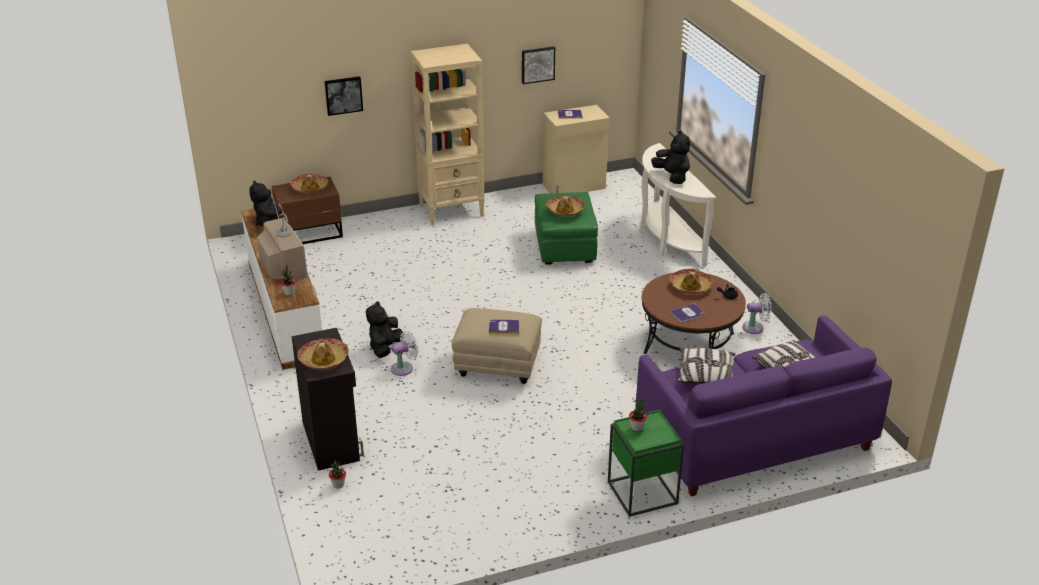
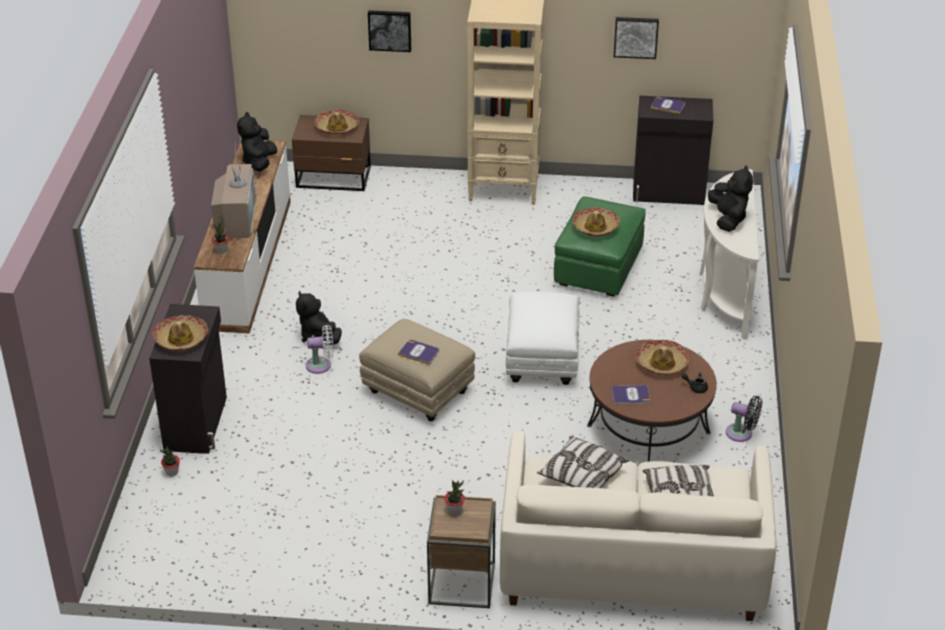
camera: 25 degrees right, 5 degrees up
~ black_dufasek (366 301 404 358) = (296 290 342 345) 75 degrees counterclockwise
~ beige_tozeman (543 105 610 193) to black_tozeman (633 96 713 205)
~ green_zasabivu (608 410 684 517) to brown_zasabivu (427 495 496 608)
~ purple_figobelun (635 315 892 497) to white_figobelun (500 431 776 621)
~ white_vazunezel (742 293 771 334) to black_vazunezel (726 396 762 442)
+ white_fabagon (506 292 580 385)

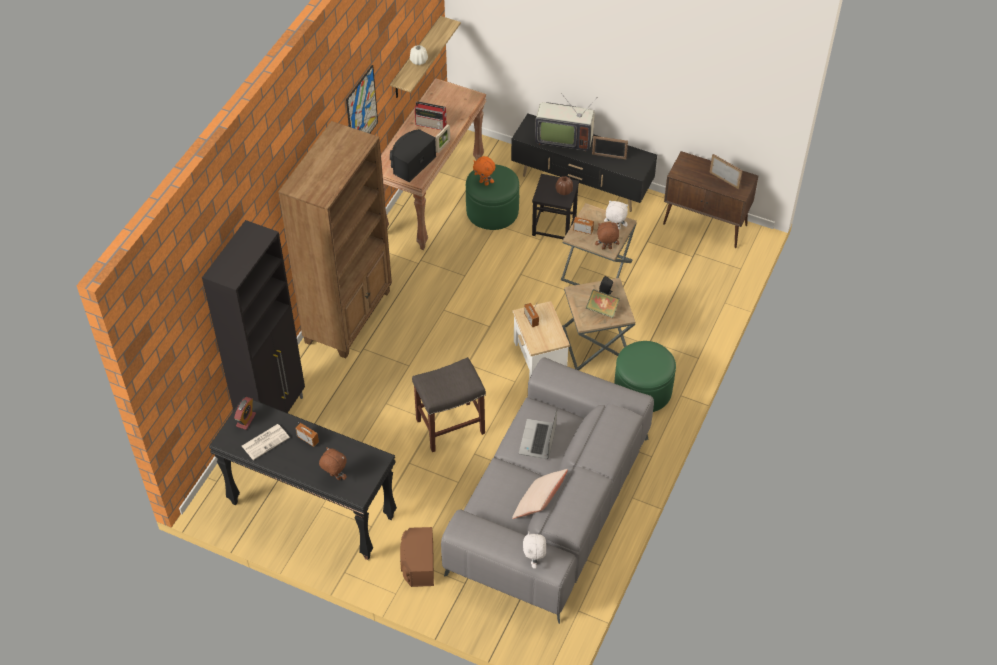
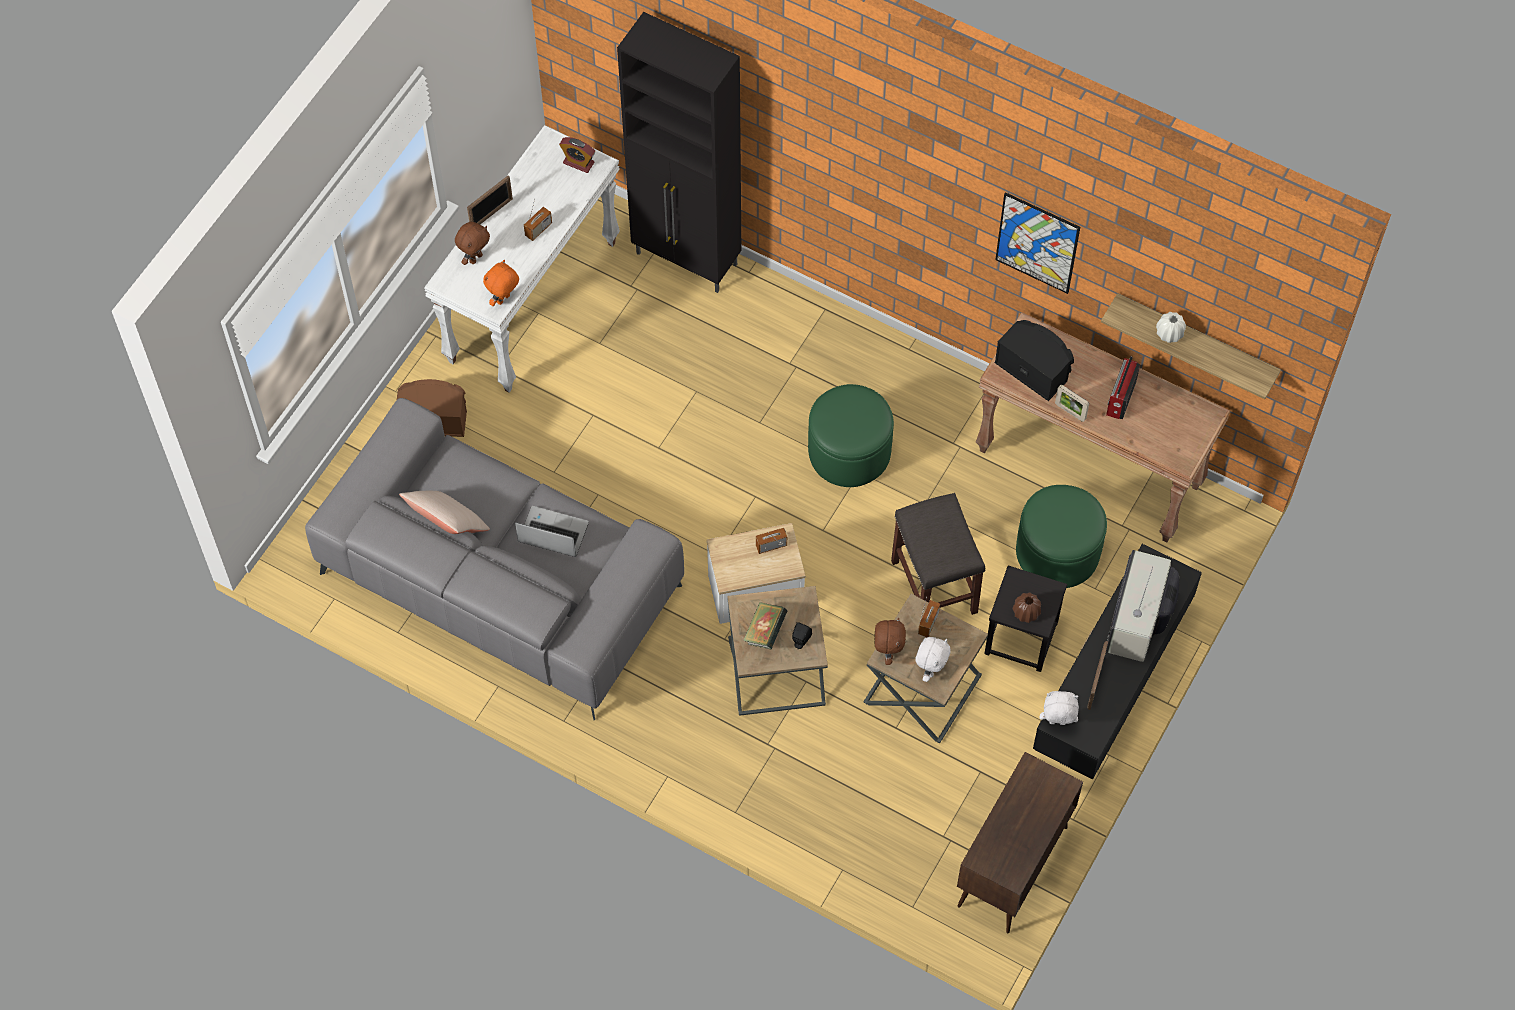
camera: 95 degrees right, 10 degrees up
~ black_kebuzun (209 396 397 560) to white_kebuzun (424 125 620 393)
- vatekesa (242 424 290 460)
- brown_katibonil (278 121 392 358)
~ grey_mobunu (412 357 486 452) to (891 493 985 615)
~ orange_dufasek (473 156 495 186) to (483 260 519 306)
~ white_dufasek (523 532 546 569) to (1040 691 1079 725)
~ green_fabagon (614 341 676 412) to (808 384 894 487)
~ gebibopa (709 154 743 189) to (467 176 513 224)

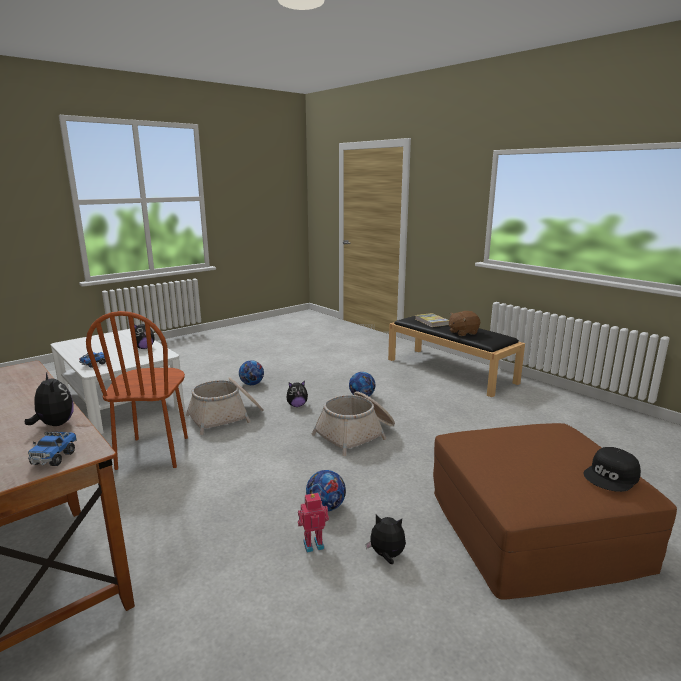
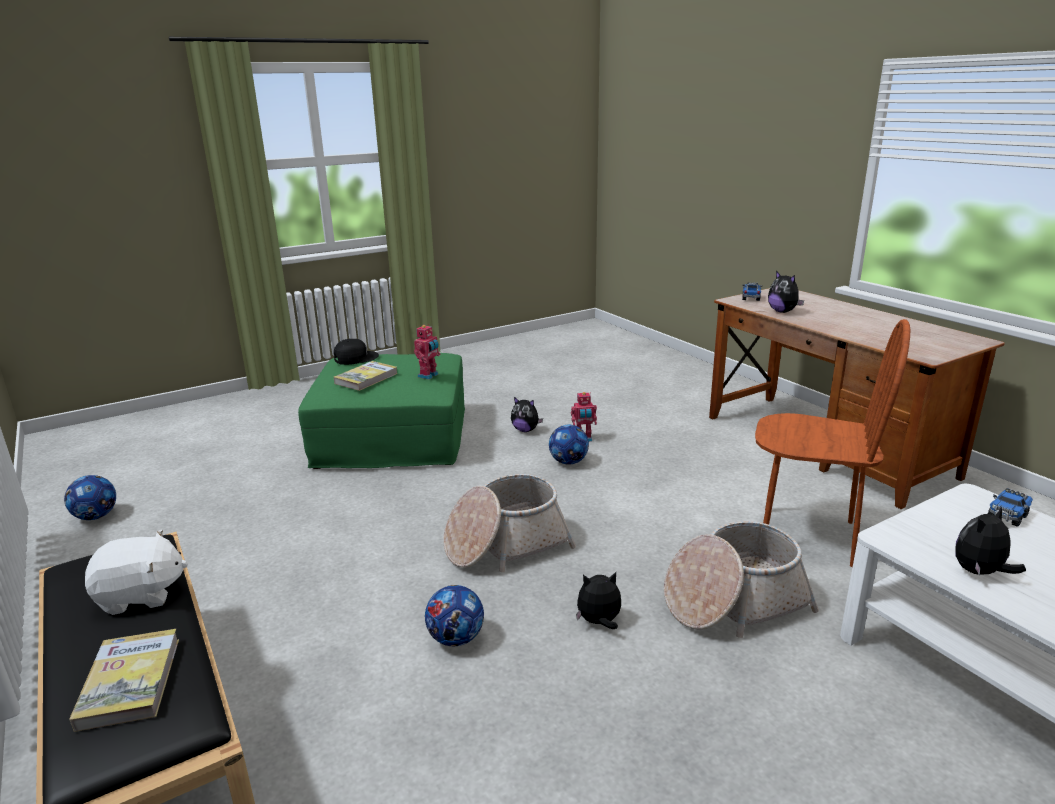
camera: 170 degrees left, 5 degrees up
~ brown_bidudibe (86 311 188 470) = (755 319 910 567) 105 degrees clockwise
~ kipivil (239 360 264 385) to (64 475 116 520)
~ brown_fabagon (433 423 677 600) to green_fabagon (298 353 465 469)
~ brown_dufasek (449 311 480 336) to white_dufasek (85 529 188 615)
+ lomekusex (334 361 398 391)
+ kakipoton (414 324 440 379)

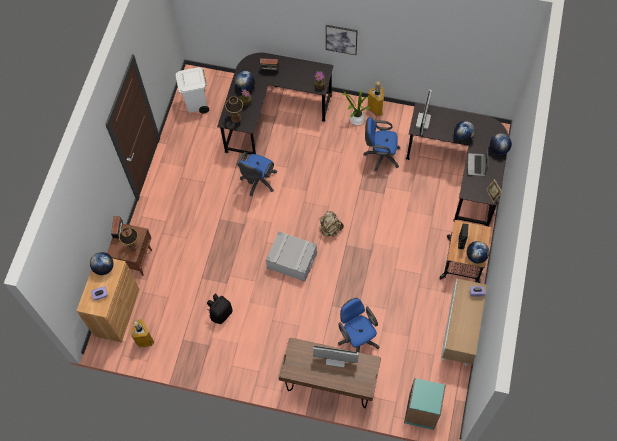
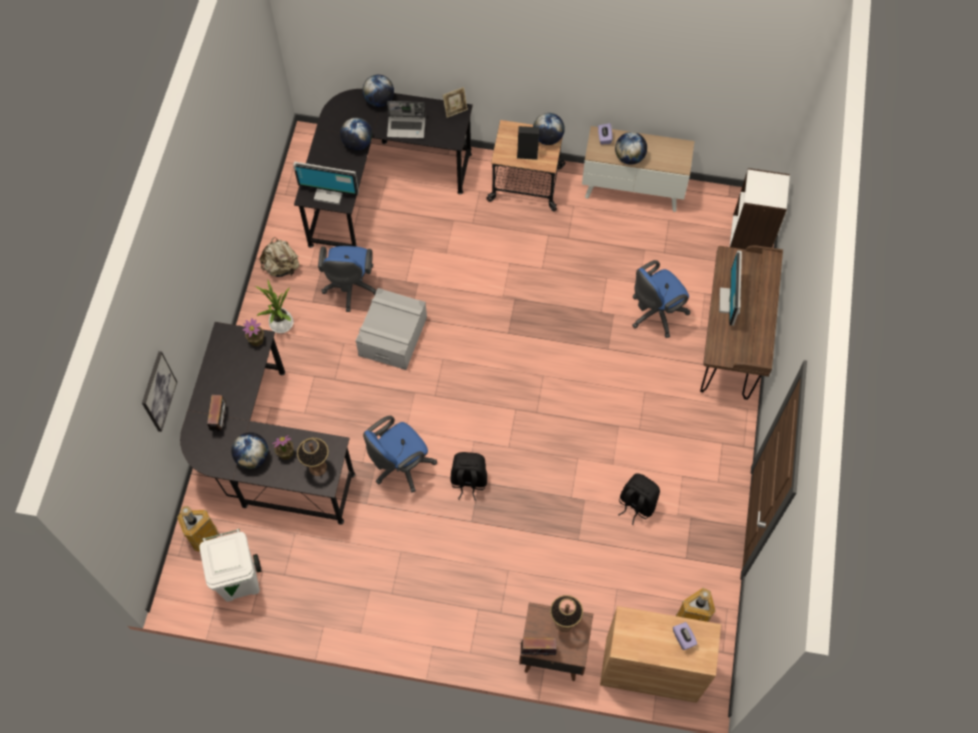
camera: 95 degrees left, 0 degrees up
~ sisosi (90 252 114 275) to (615 132 647 165)
~ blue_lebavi (237 152 277 196) = (363 416 437 493) 120 degrees clockwise
~ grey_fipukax (266 231 317 282) to (356 288 427 370)
~ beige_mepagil (320 211 344 237) to (260 237 300 277)
~ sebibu (326 25 358 55) to (142 351 177 432)
~ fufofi (368 81 384 116) to (177 506 219 552)
~ turquoise_katibonil (404 378 446 430) to white_katibonil (730 168 790 250)
+ black_mepagil (451 452 487 501)

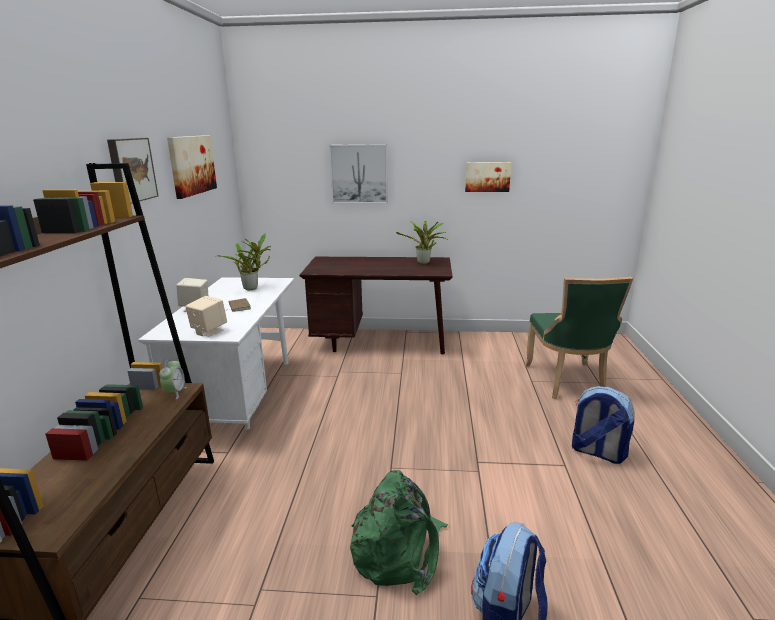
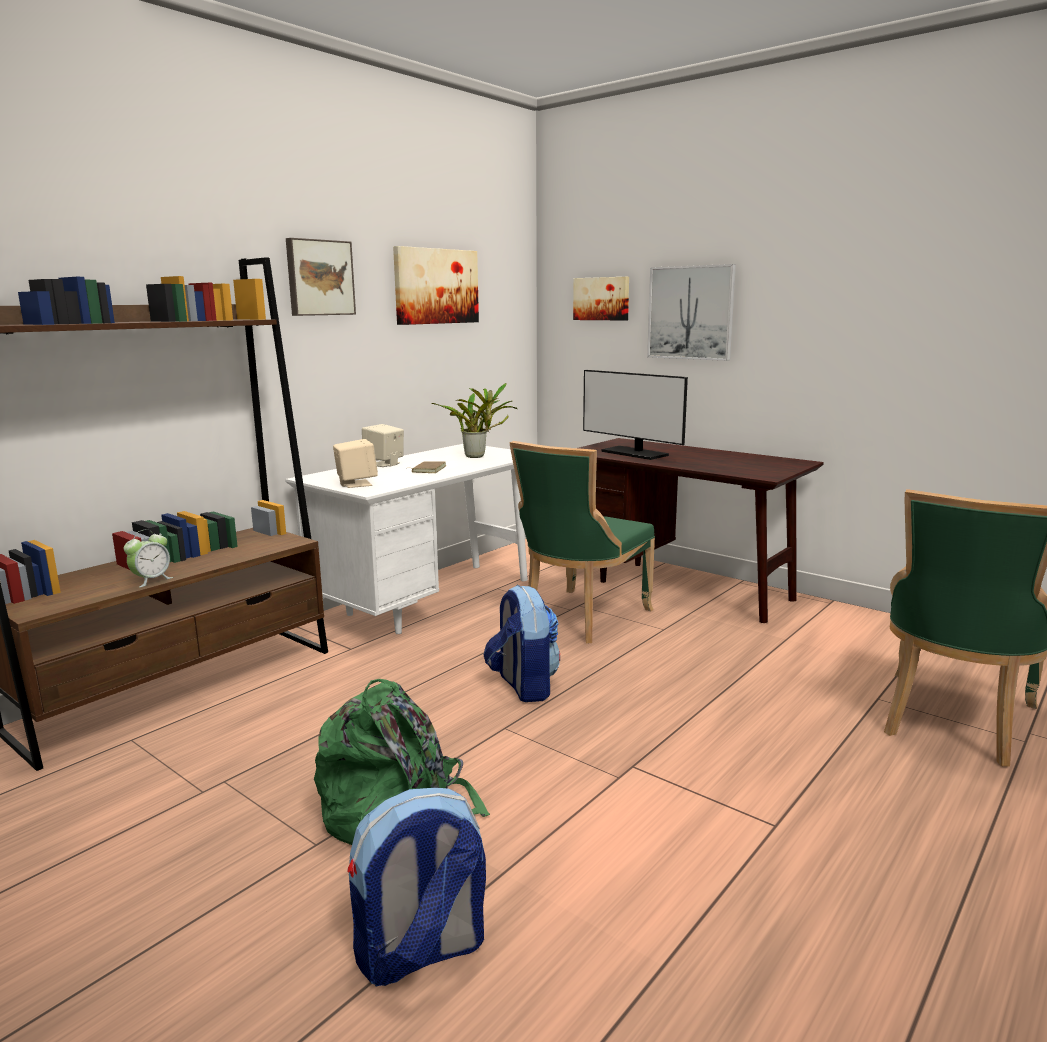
camera: 35 degrees right, 5 degrees down
~ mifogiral (159 359 187 399) to (124 529 173 587)
- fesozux (396 221 446 264)
~ sebibu (465 162 511 192) to (573 277 629 320)
~ mepagil (572 386 635 464) to (484 585 560 702)
+ green_bidudibe (510 441 655 643)
+ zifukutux (583 370 688 460)

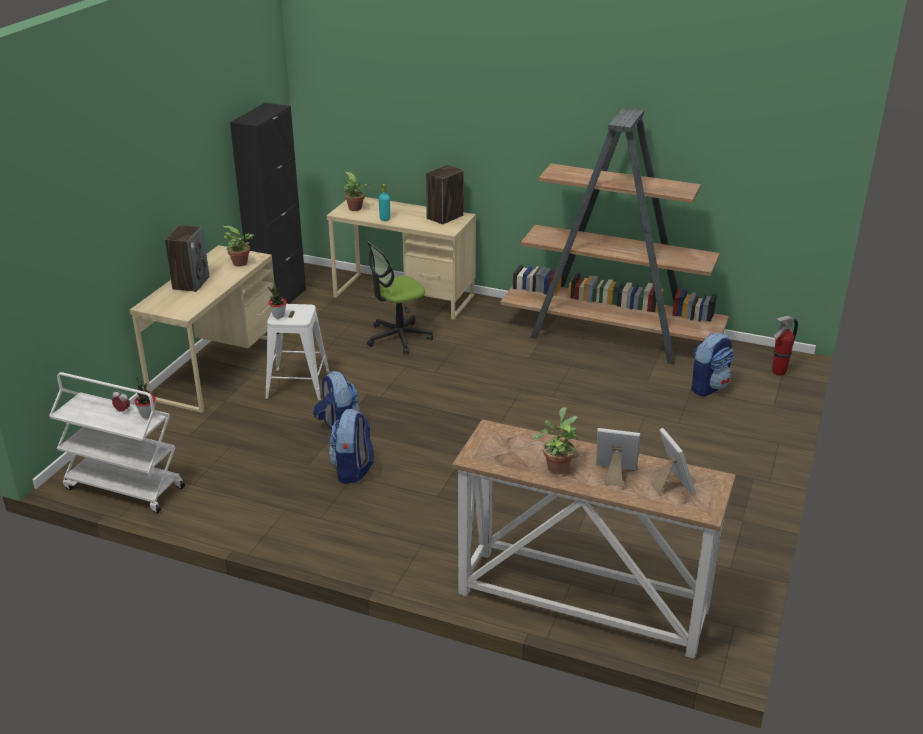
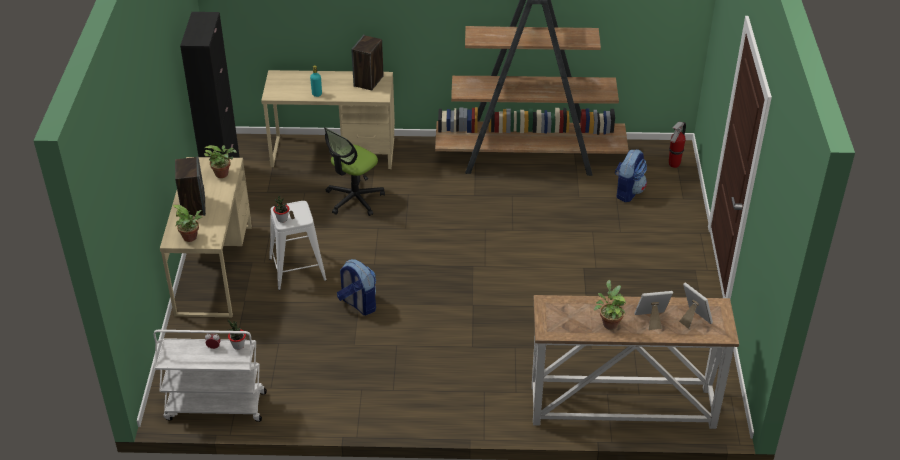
camera: 20 degrees left, 10 degrees up
- mepagil (328 409 374 484)
~ fesozux (343 172 370 211) to (172 205 202 242)

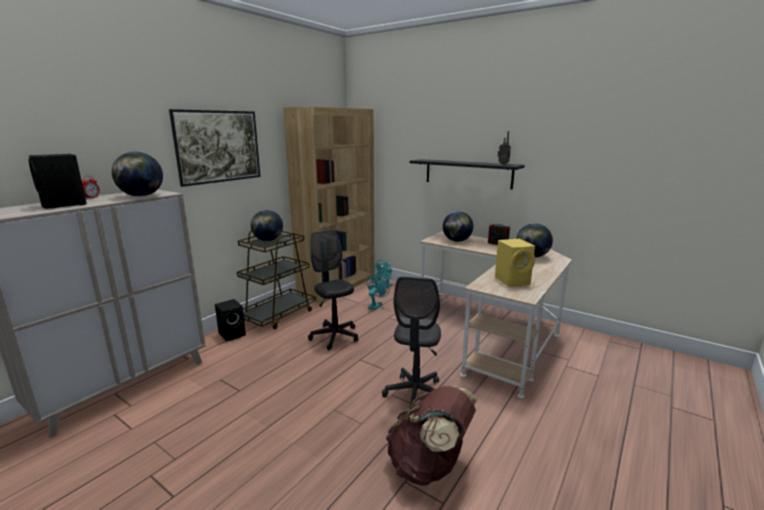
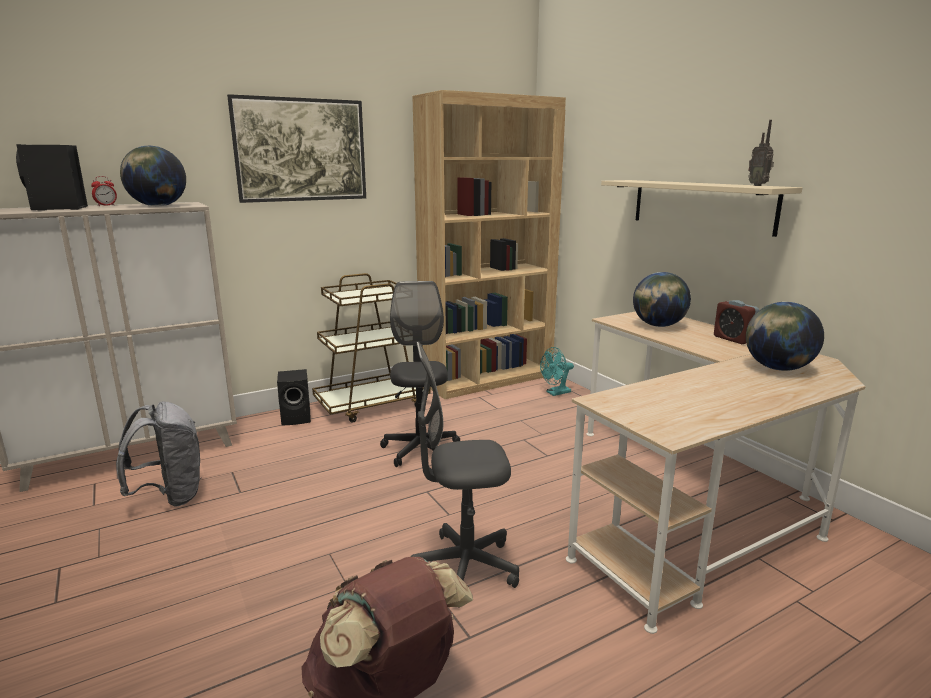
camera: 25 degrees right, 0 degrees up
- sisosi (251 210 283 241)
- turquoise_vazunezel (367 275 390 310)
~ grey_lebavi (382 277 441 404) = (411 342 519 608) 45 degrees clockwise
~ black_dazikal (410 159 525 190) to beige_dazikal (601 180 802 237)
- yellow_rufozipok (495 239 535 287)
+ grey_mepagil (116 402 201 507)

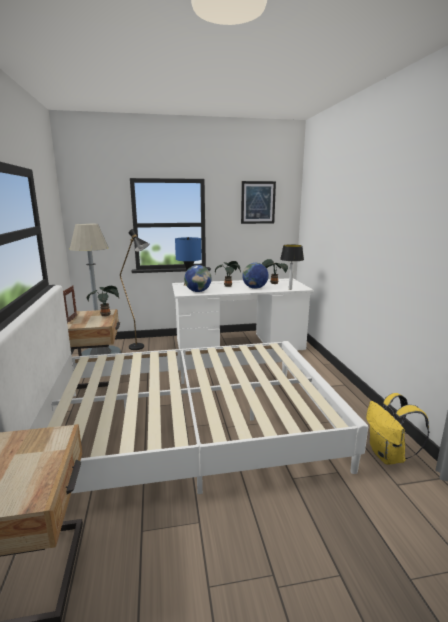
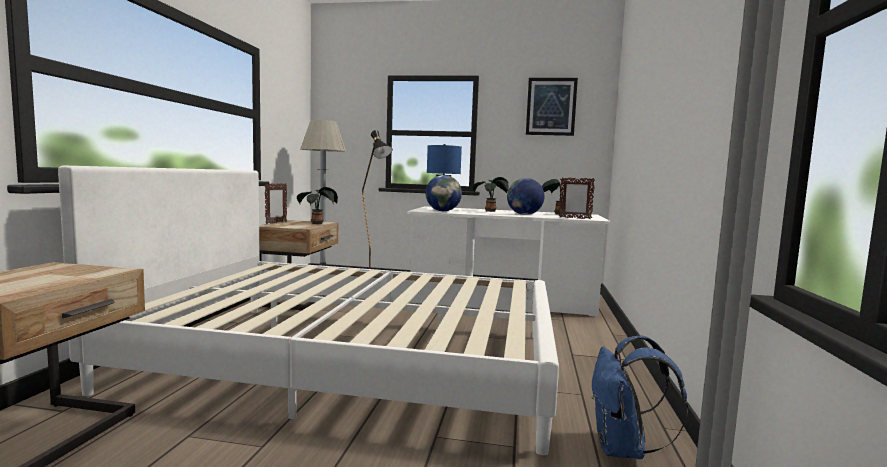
camera: 20 degrees right, 10 degrees down
~ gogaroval (280 244 304 290) to gebibopa (559 177 595 219)
~ yellow_mepagil (366 393 429 465) to blue_mepagil (592 335 688 459)

